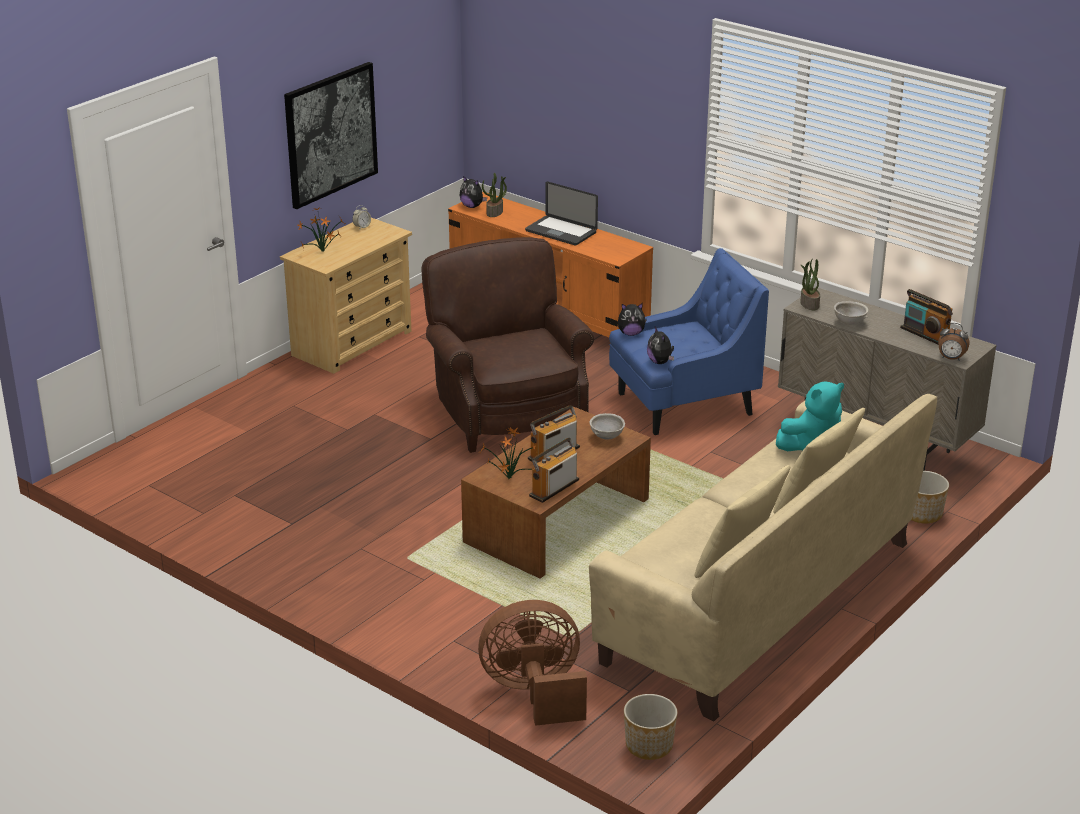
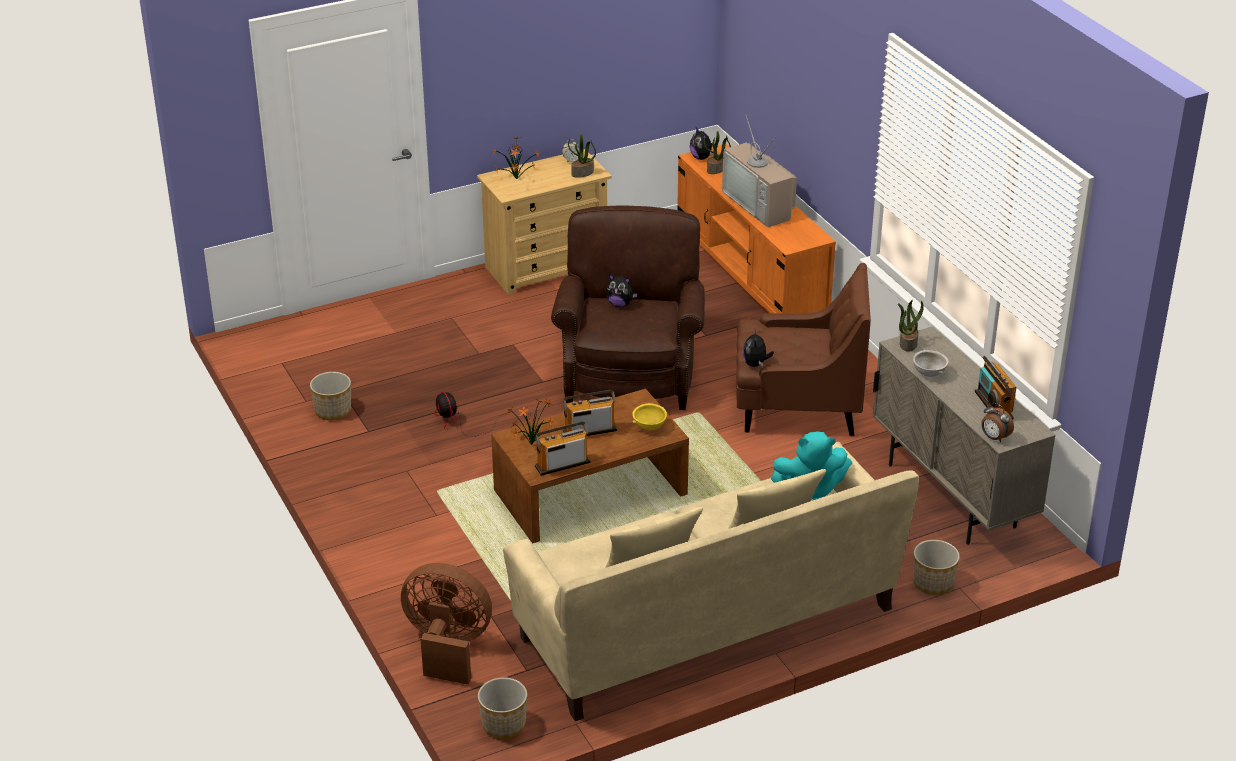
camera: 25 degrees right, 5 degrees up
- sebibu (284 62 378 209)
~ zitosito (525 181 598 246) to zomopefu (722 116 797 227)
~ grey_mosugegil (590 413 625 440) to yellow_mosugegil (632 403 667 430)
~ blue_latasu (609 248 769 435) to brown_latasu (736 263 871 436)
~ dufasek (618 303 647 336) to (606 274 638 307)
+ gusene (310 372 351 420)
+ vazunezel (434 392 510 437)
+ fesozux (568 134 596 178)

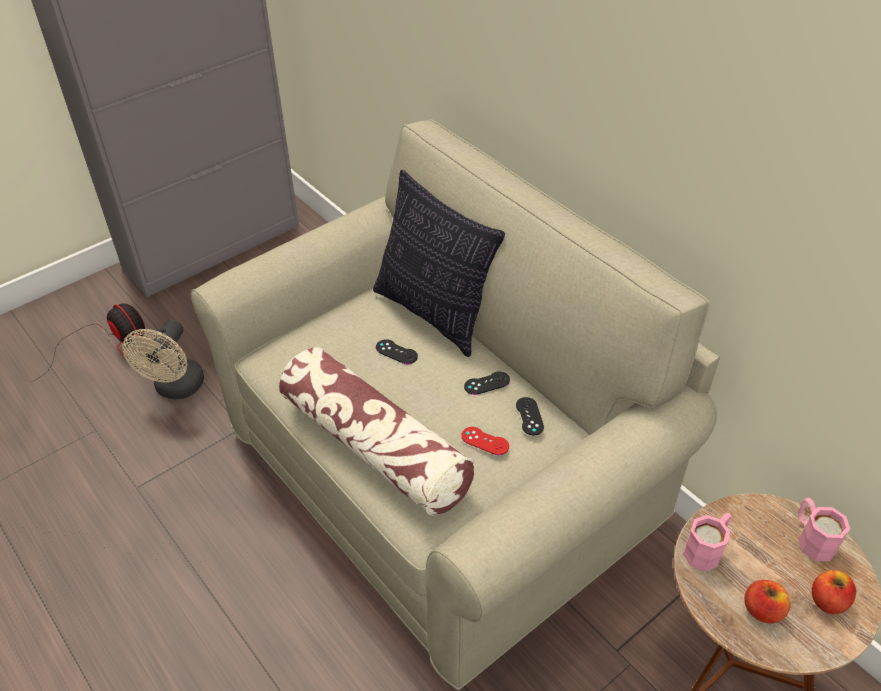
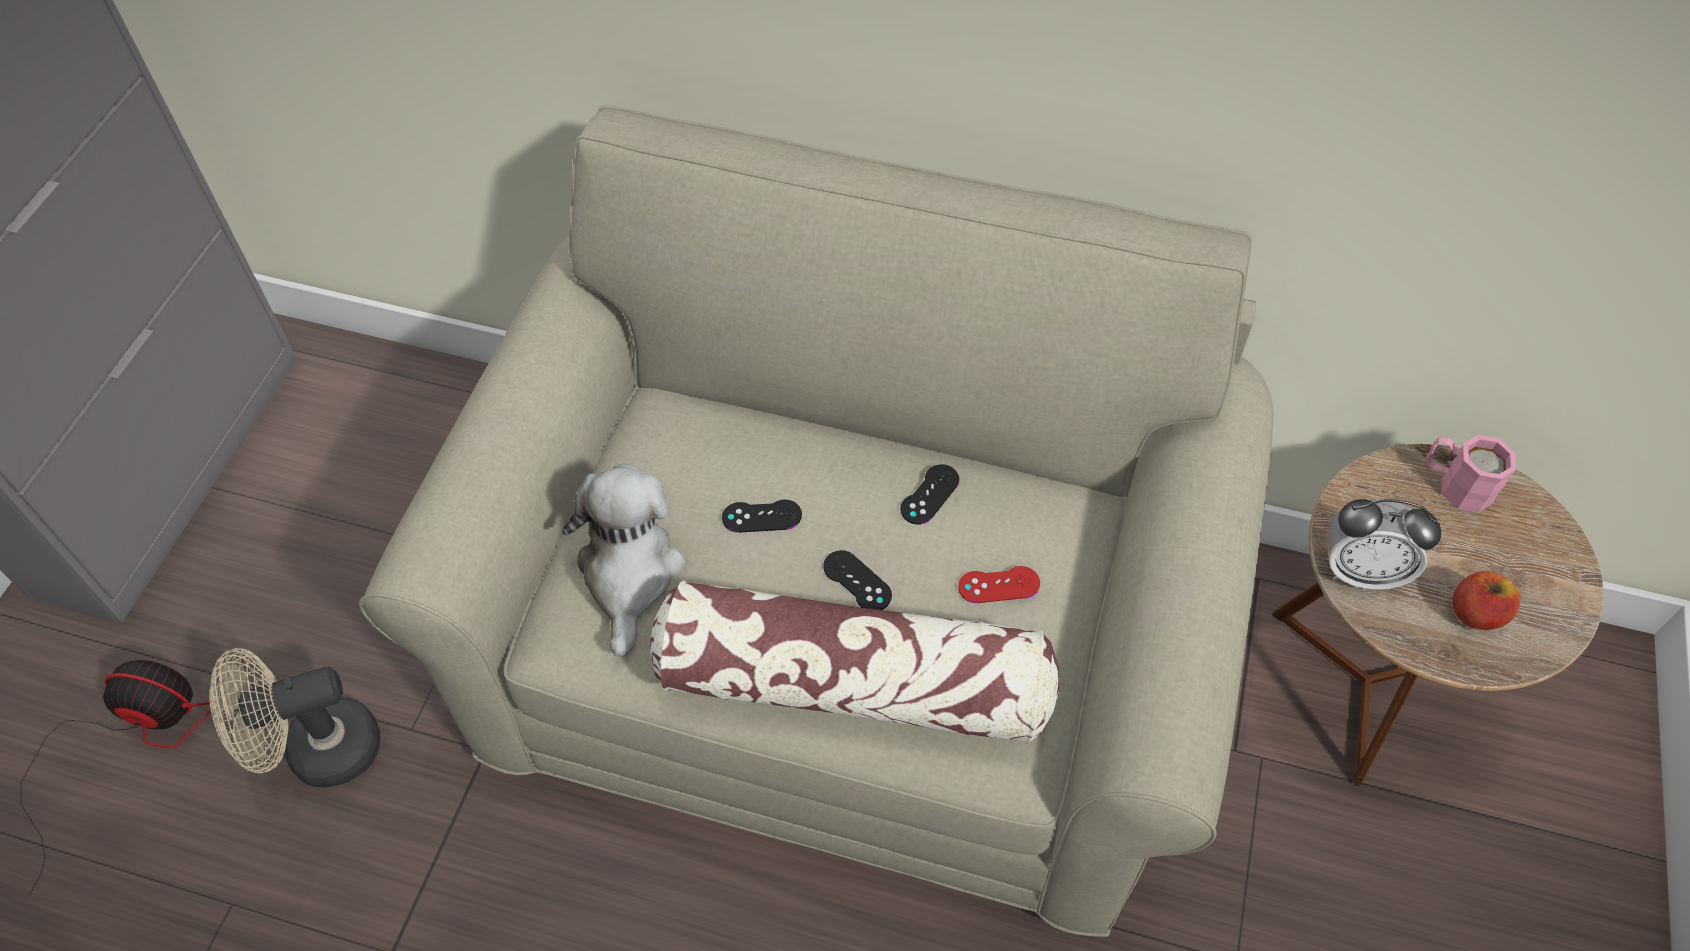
camera: 35 degrees left, 10 degrees up
~ beige_vazunezel (122 320 204 399) = (209 648 380 788) 90 degrees clockwise
- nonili (373 170 505 357)
~ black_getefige (516 397 544 435) to (823 550 892 610)
~ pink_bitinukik (683 513 731 571) to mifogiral (1328 499 1441 590)
- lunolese (812 570 856 614)
+ dufasek (562 464 685 656)

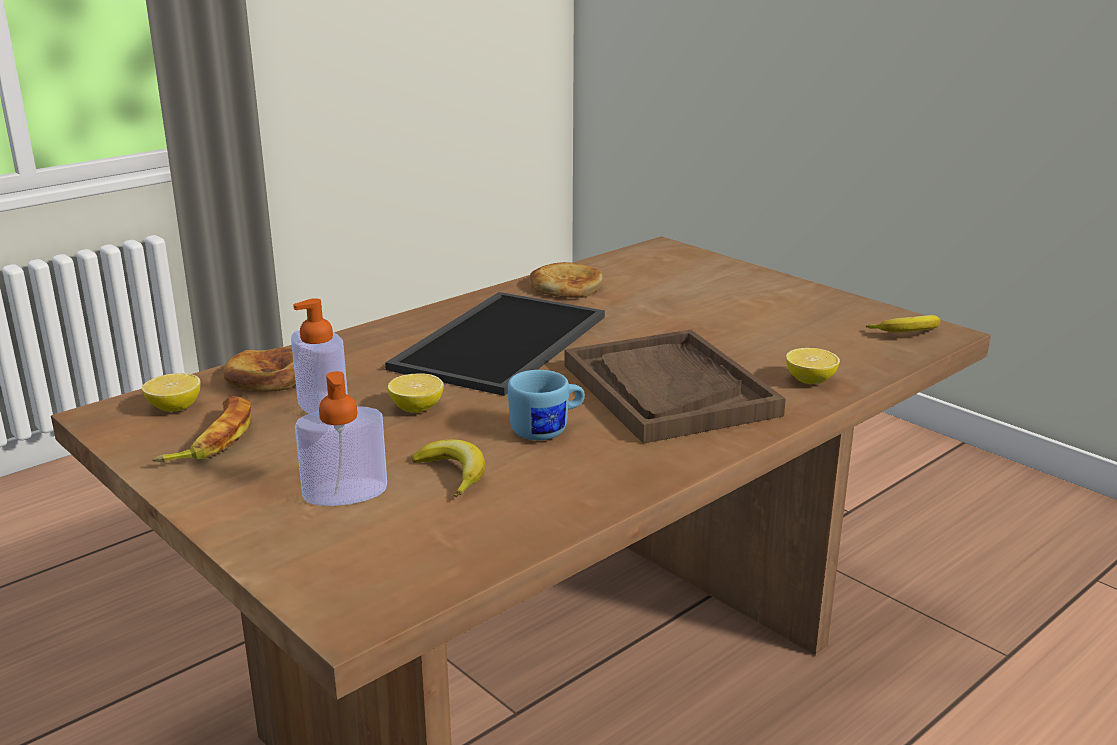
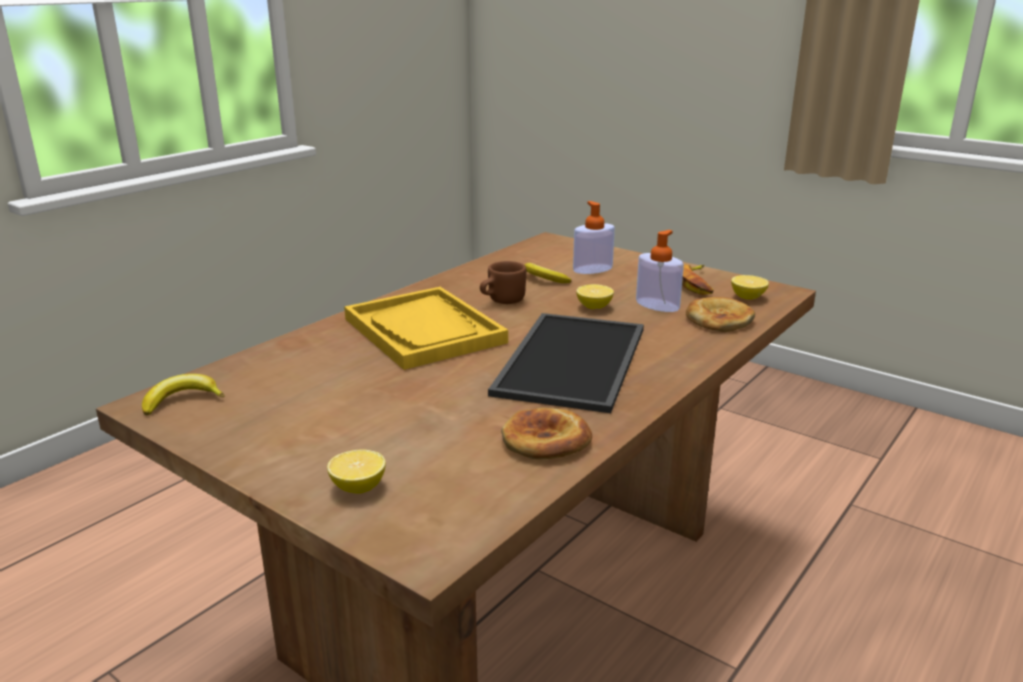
camera: 170 degrees right, 0 degrees up
~ blue_bitinukik (508 370 585 440) to brown_bitinukik (480 261 526 304)
~ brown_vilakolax (565 330 786 444) to yellow_vilakolax (344 287 508 370)
~ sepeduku (786 348 840 384) to (327 449 386 494)

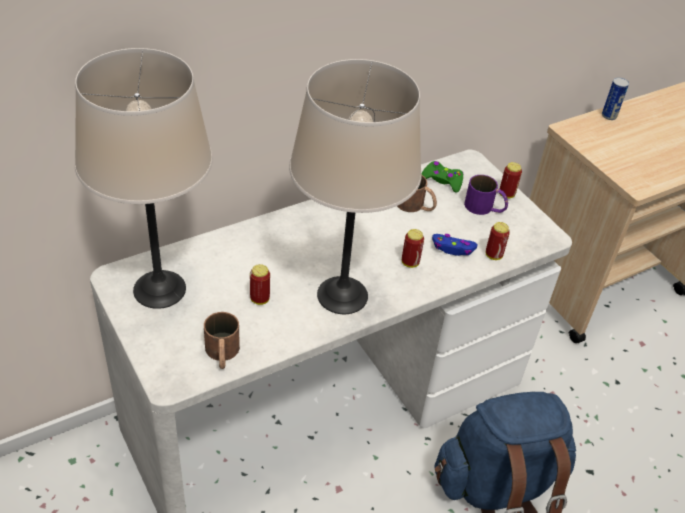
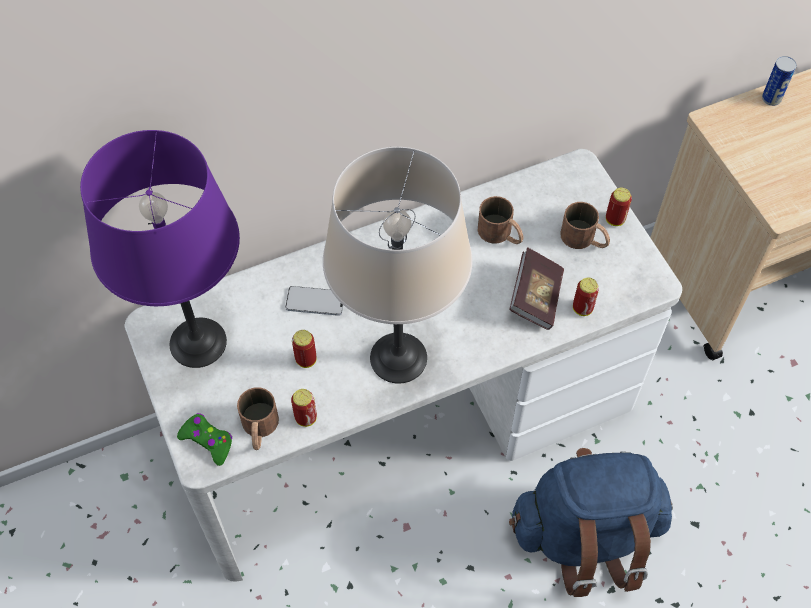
camera: 10 degrees right, 15 degrees up
~ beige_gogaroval (75 48 213 309) to purple_gogaroval (80 130 240 368)
~ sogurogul (402 229 424 268) to (291 389 317 427)
~ green_getefige (422 161 463 193) to (177 413 232 466)
~ blue_getefige (432 234 477 256) to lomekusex (509 247 564 330)
~ purple_bitinukik (464 175 508 215) to brown_bitinukik (560 202 610 249)
+ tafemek (285 286 343 316)

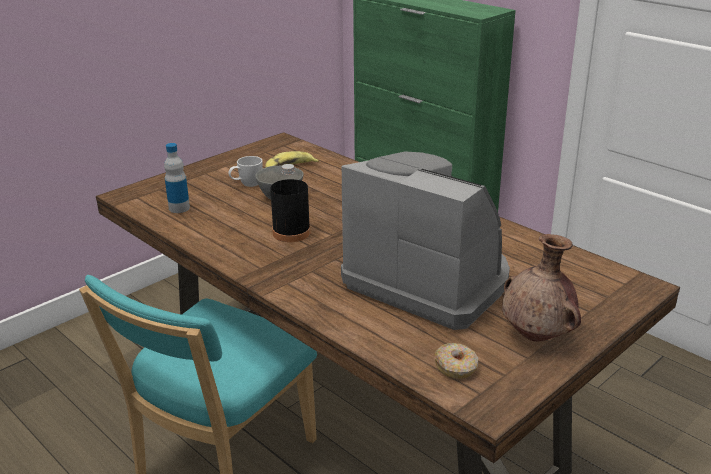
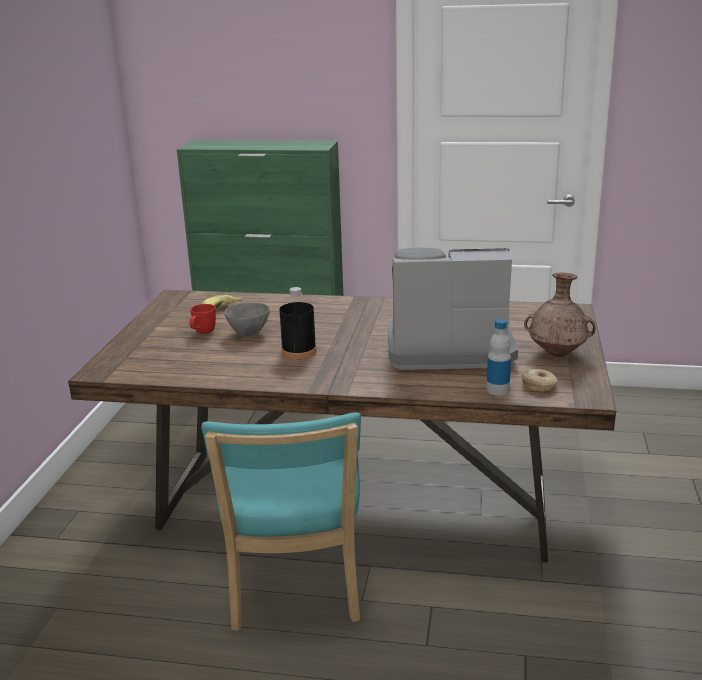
camera: 35 degrees left, 5 degrees down
~ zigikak (164 143 190 213) to (486 319 511 396)
~ white_bitinukik (228 156 263 187) to red_bitinukik (190 304 216 334)

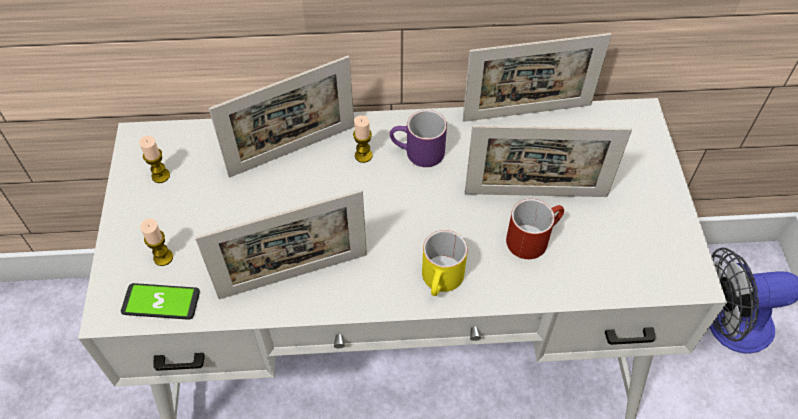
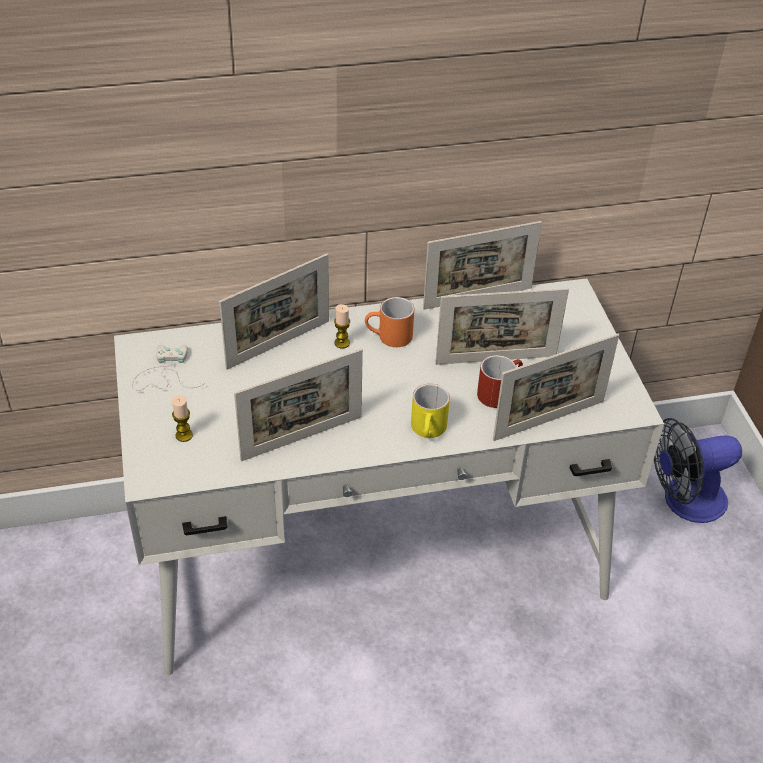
camera: 10 degrees left, 10 degrees down
- tafemek (121 283 200 320)
~ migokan (139 136 170 183) to white_getefige (132 345 204 391)
~ purple_bitinukik (390 110 447 167) to orange_bitinukik (365 297 414 347)
+ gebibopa (493 334 619 441)

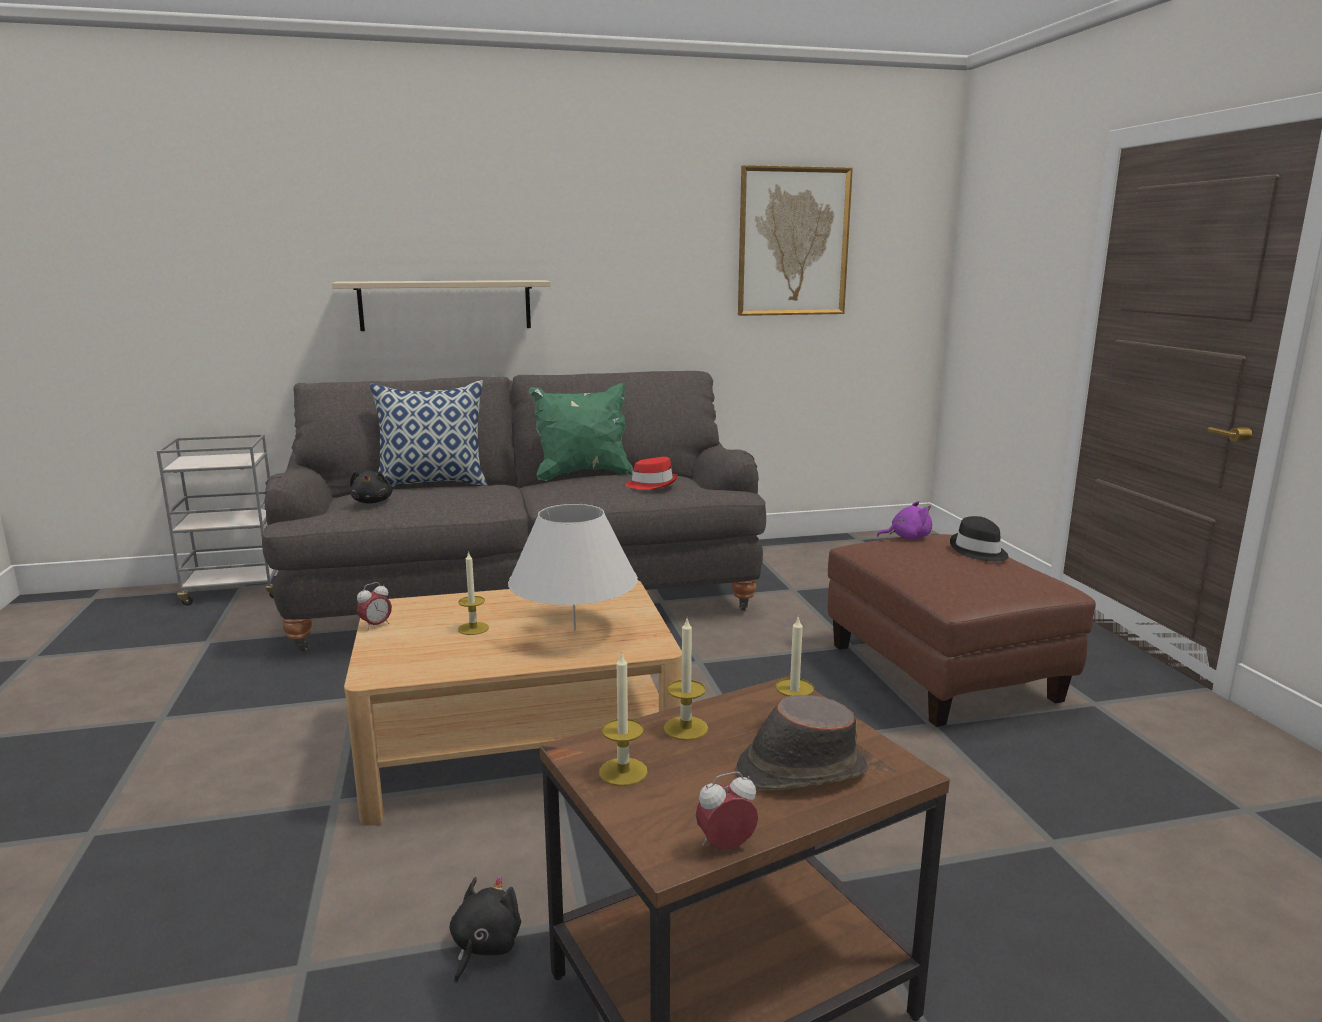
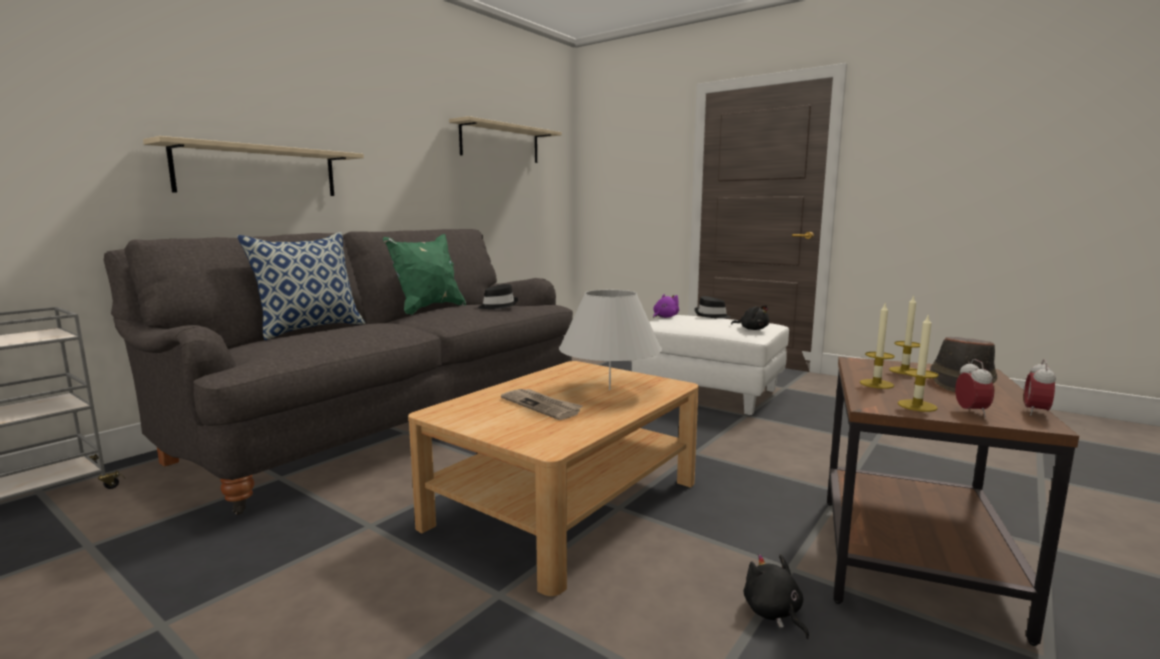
camera: 40 degrees left, 5 degrees down
~ black_dufasek (350 471 393 504) to (731 305 769 330)
~ mifogiral (357 582 392 630) to (955 359 994 417)
~ migokan (458 551 489 635) to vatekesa (501 389 583 420)
~ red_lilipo (625 457 678 490) to black_lilipo (478 284 518 309)
~ sebibu (738 165 853 316) to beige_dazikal (449 116 562 163)
~ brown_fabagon (827 534 1096 727) to white_fabagon (632 315 789 415)

